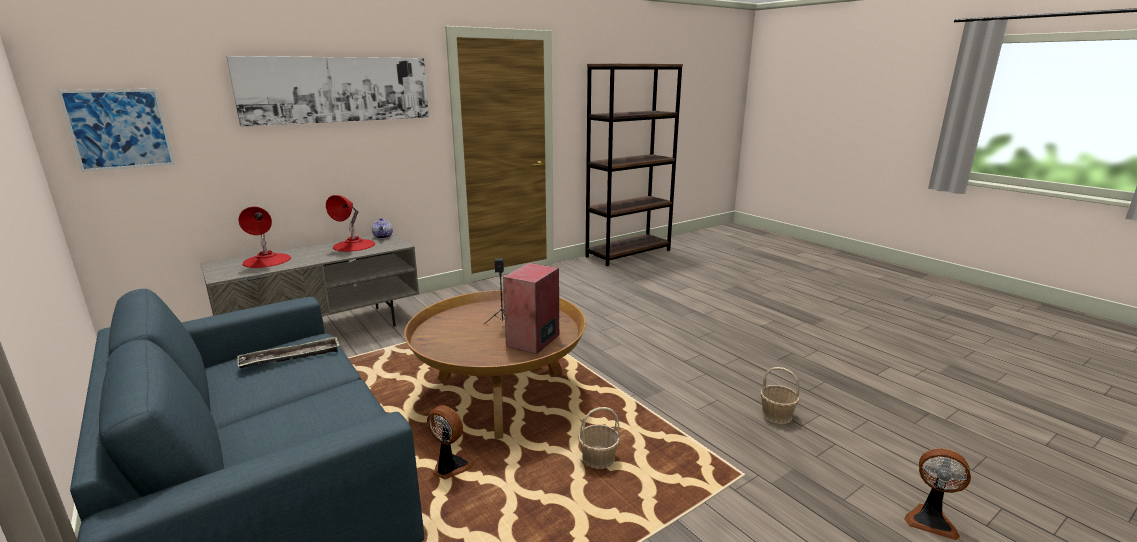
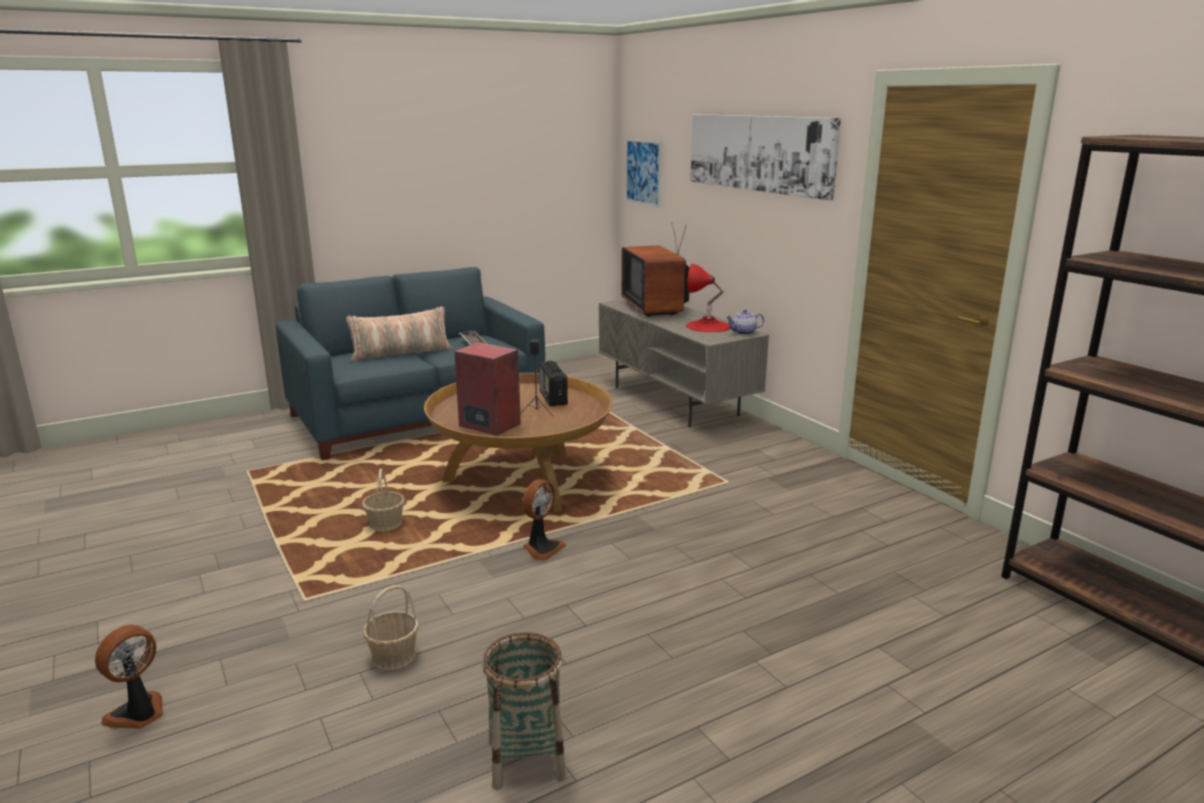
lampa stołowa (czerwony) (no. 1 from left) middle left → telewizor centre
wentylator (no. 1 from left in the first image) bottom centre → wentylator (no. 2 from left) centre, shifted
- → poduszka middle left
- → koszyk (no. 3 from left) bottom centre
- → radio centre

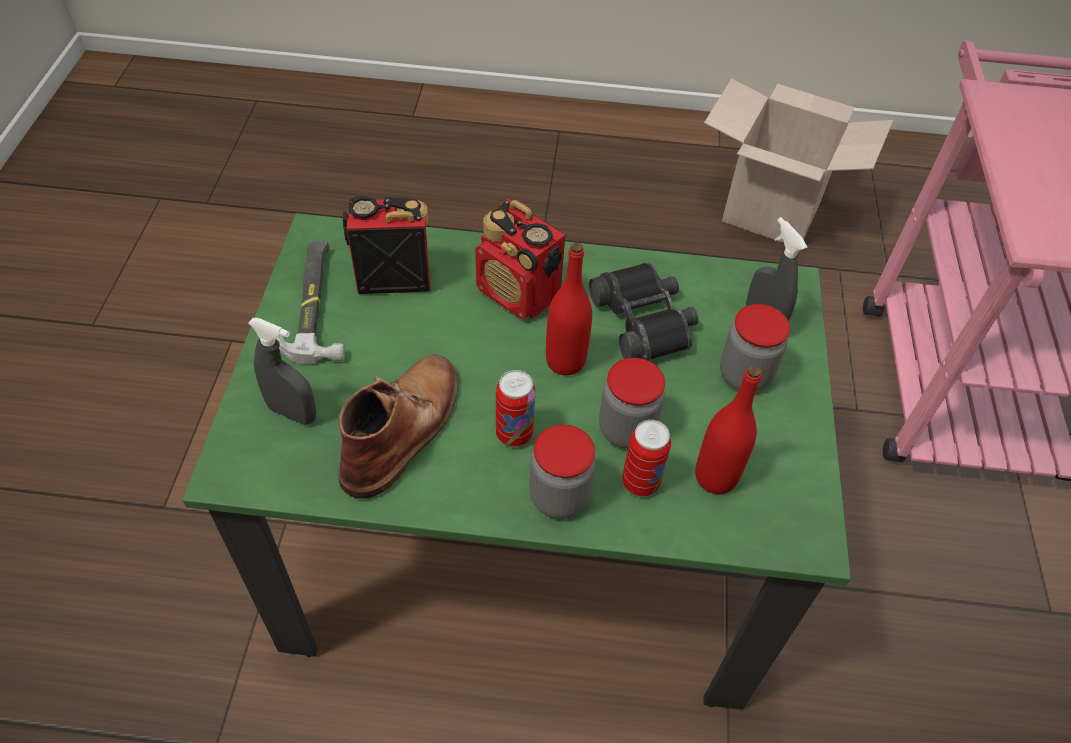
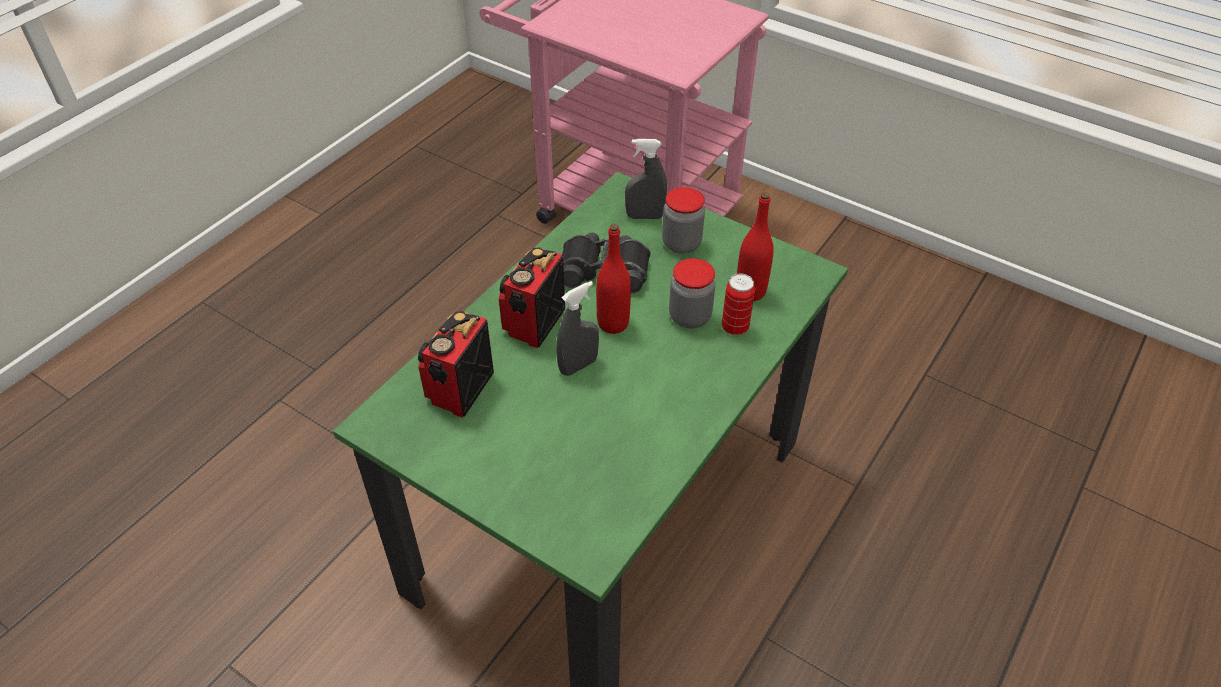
spryskiwacz (szary) (no. 1 from left) middle left → spryskiwacz (szary) (no. 1 from left) centre, shifted
młotek middle left → -
but z cholewką (brązowy) centre → -
radio (no. 2 from left) centre, 135 degrees clockwise
puszka (no. 1 from left) centre → -
słoik (no. 1 from left) centre → -
karton top right → -

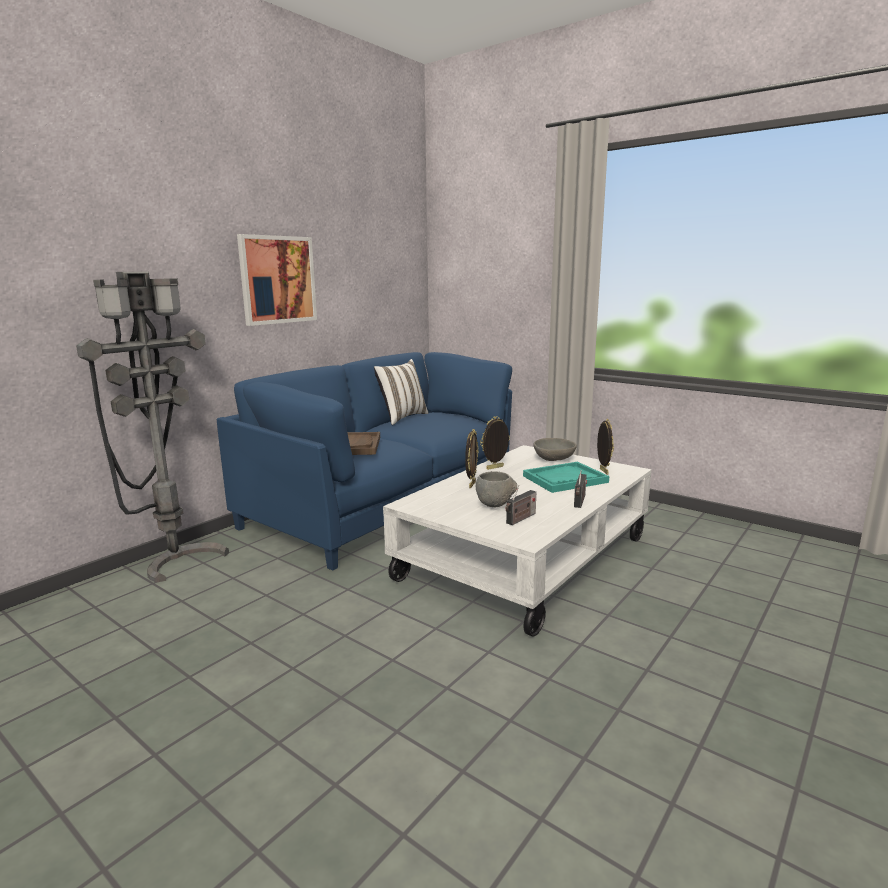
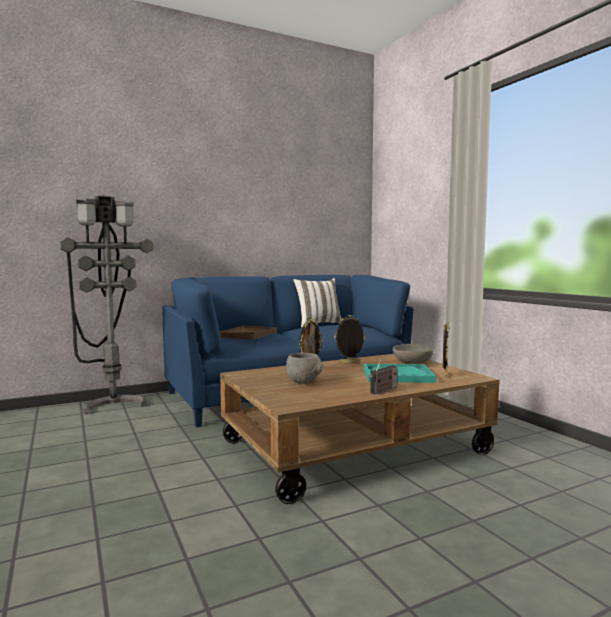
obraz top left → -
ława (biały) centre → ława (brązowy) bottom centre
radio (no. 1 from left) centre → -

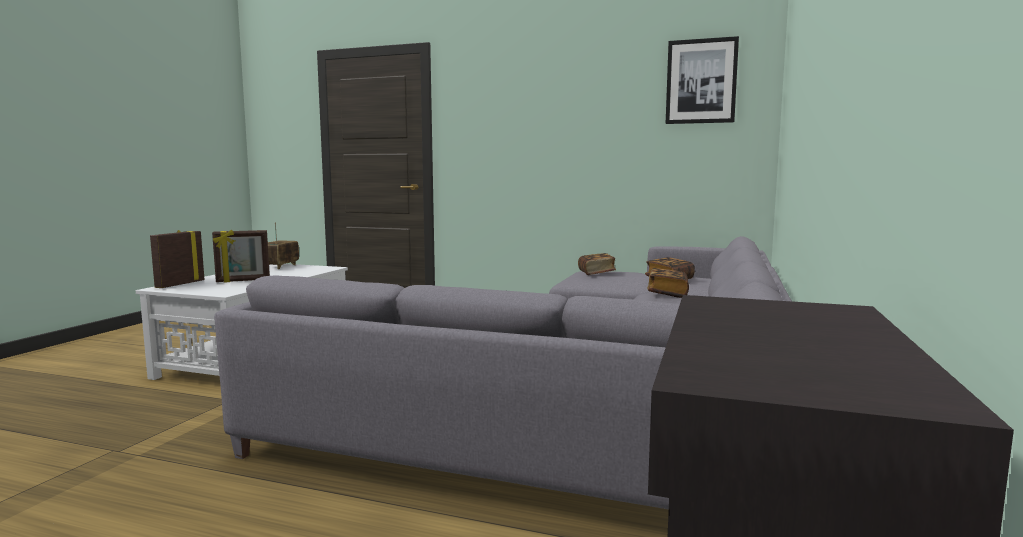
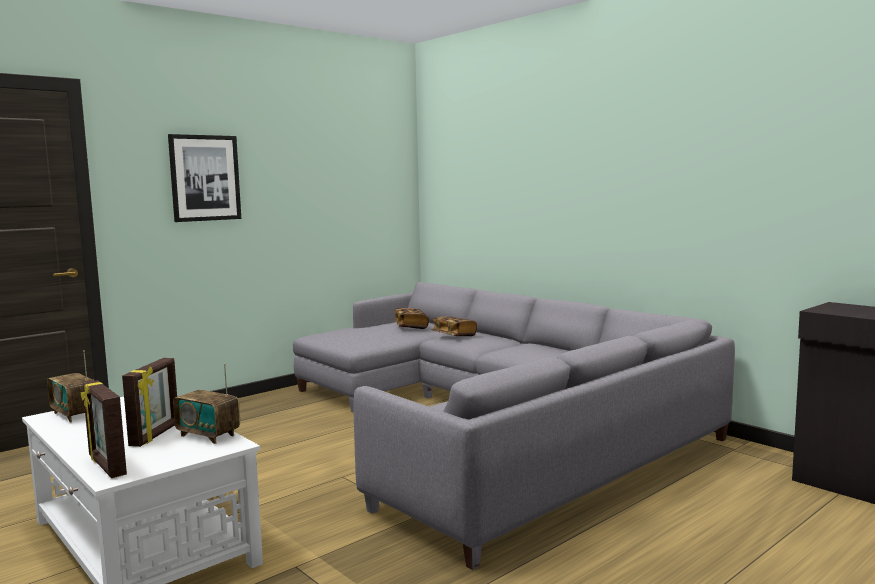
książka (no. 1 from left) centre → -
obraz top right → obraz top left, shifted
- → radio (no. 2 from left) bottom left

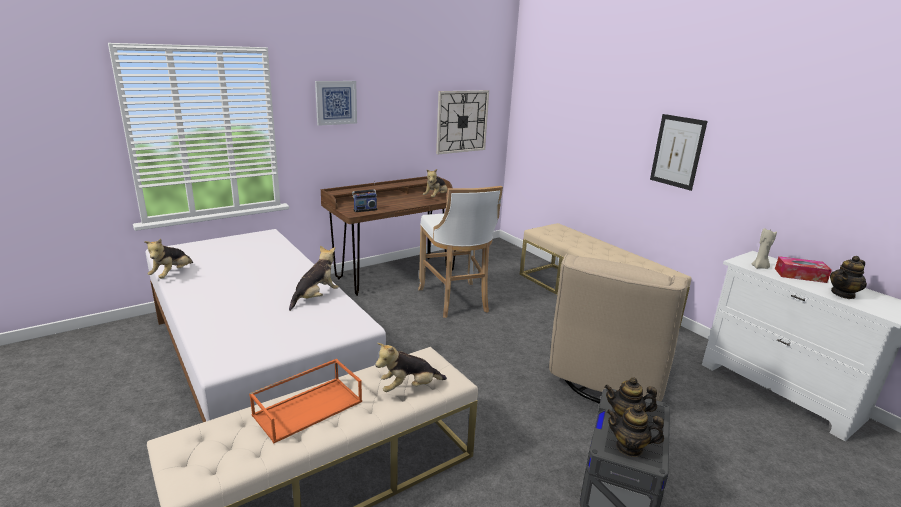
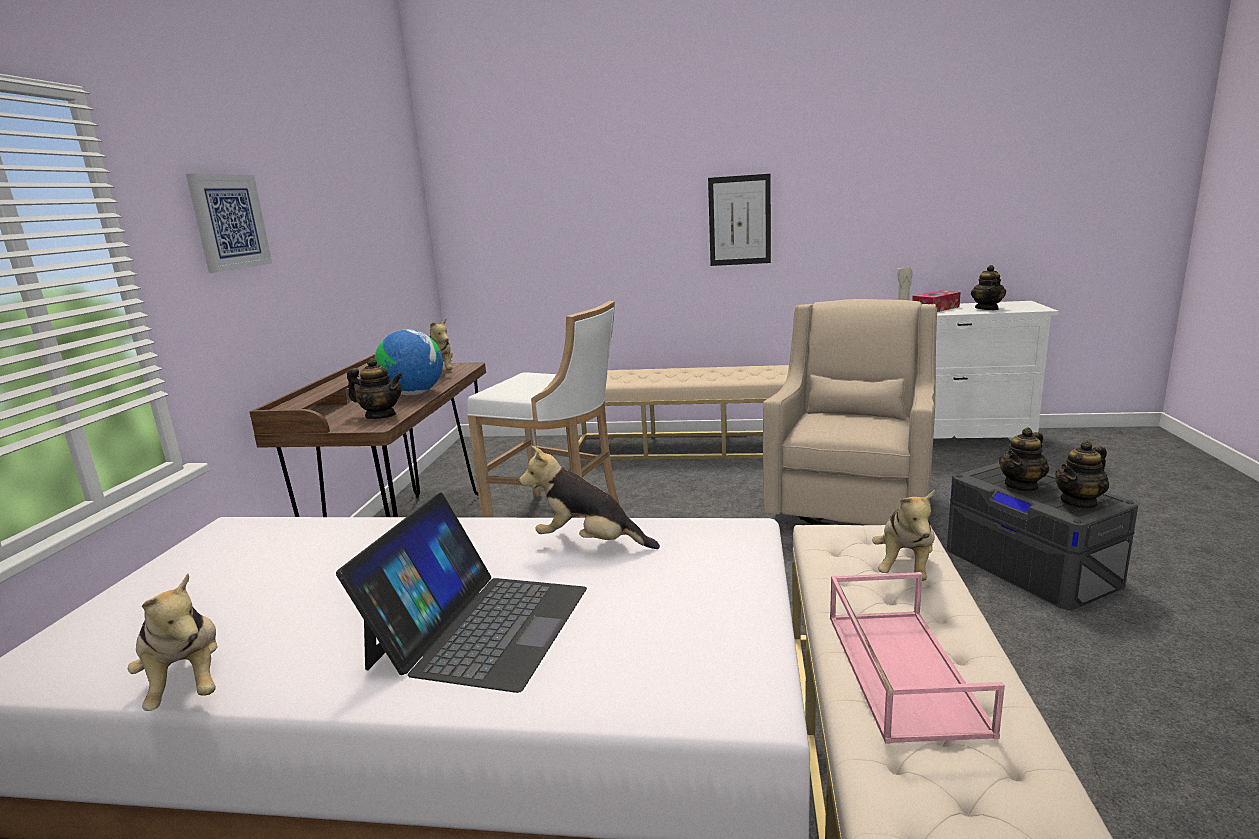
taca (pomarańczowy) bottom centre → taca (różowy) bottom right
pluszak (no. 2 from left in the first image) centre → pluszak (no. 3 from left) centre, 60 degrees counterclockwise
radio centre → imbryk (no. 1 from left) middle left
zegar ścienny top centre → -
fotel (beżowy) middle right, 135 degrees counterclockwise
- → laptop bottom centre
- → globus middle left

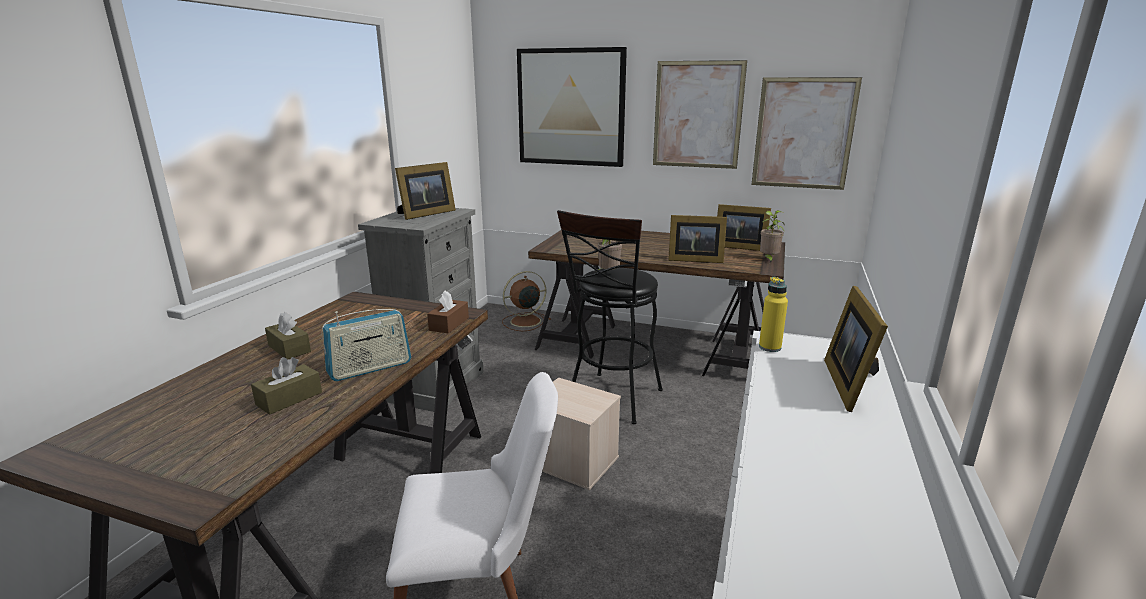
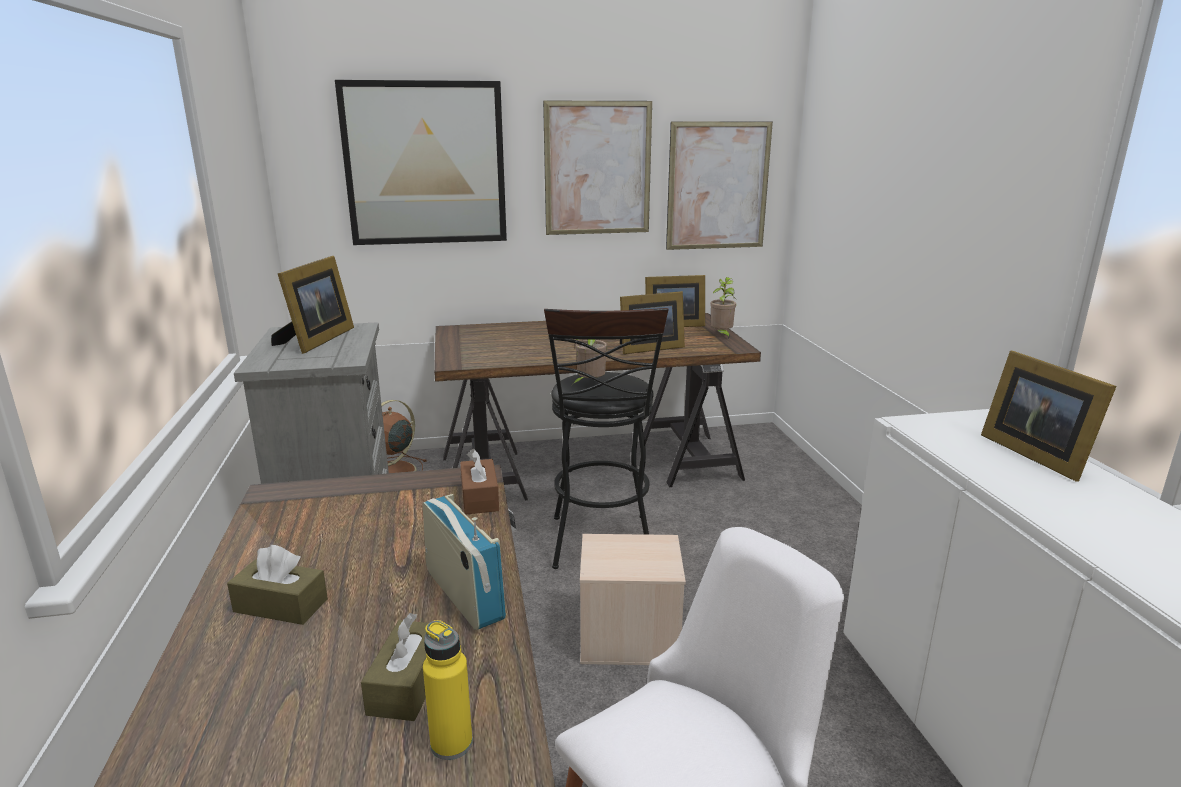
radio middle left → radio bottom centre, 60 degrees counterclockwise
butelka (żółty) middle right → butelka (żółty) bottom centre, shifted

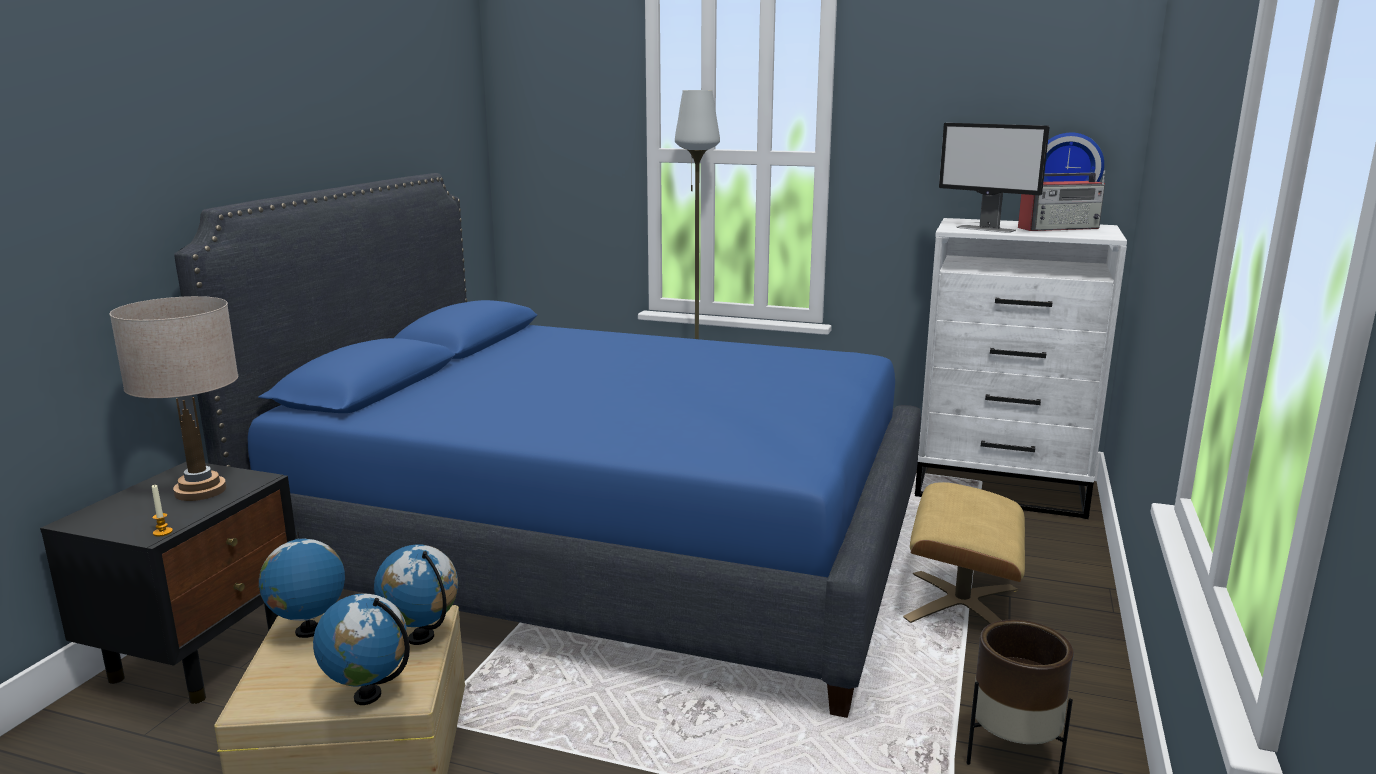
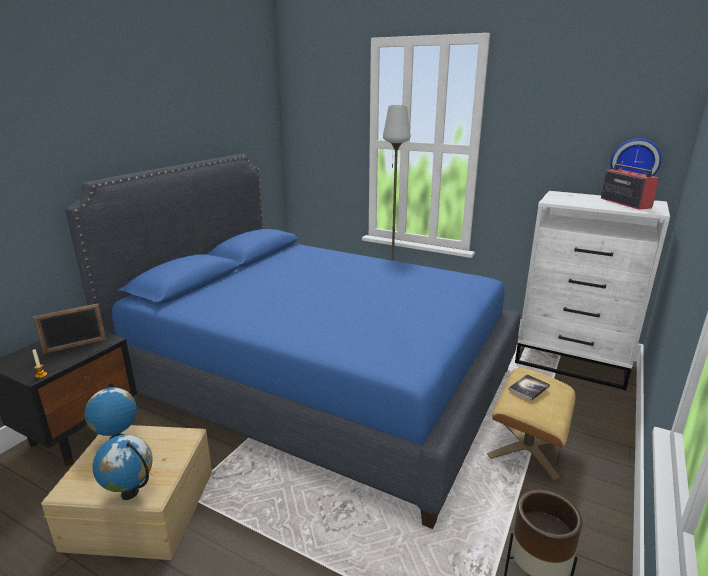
lampa stołowa (beżowy) middle left → ramka na zdjęcie middle left
globus (no. 3 from left) bottom left → -
monitor top right → -
radio top right, 105 degrees counterclockwise
- → książka bottom right

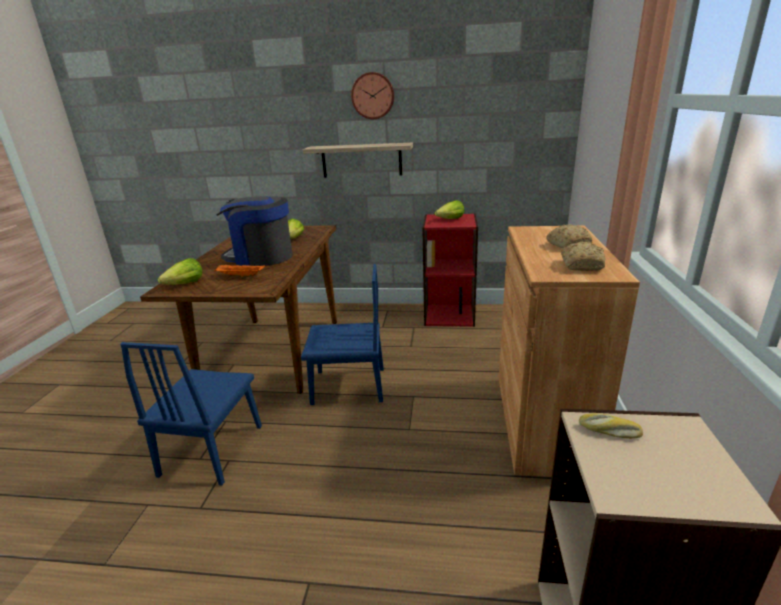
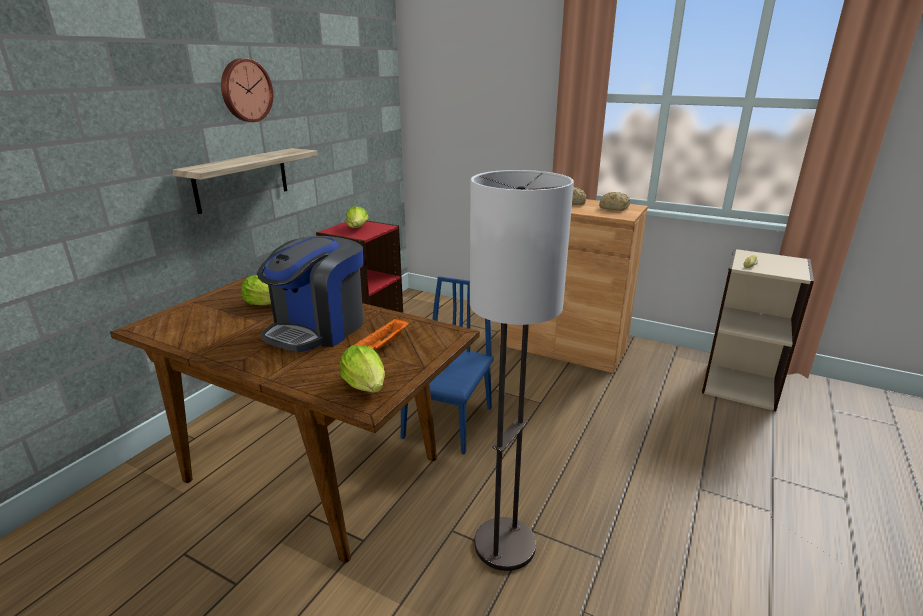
krzesło (niebieski) (no. 1 from left) bottom left → lampa stojąca centre

